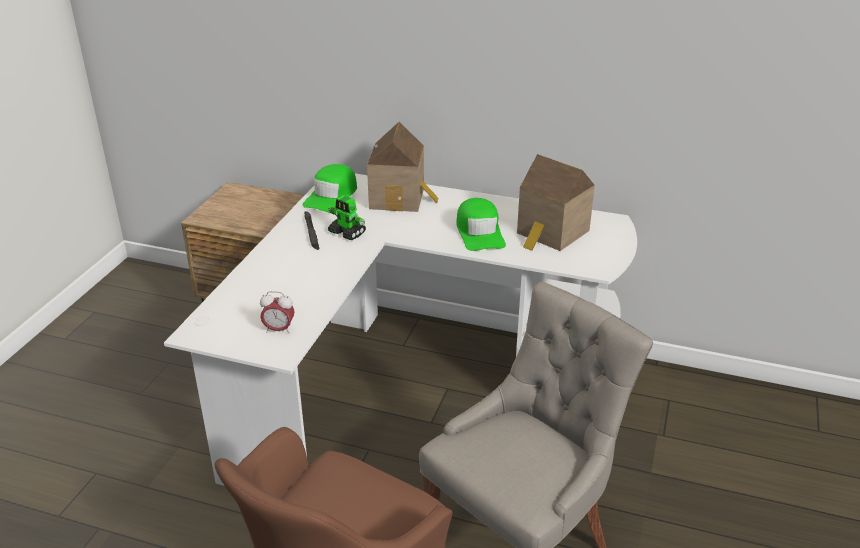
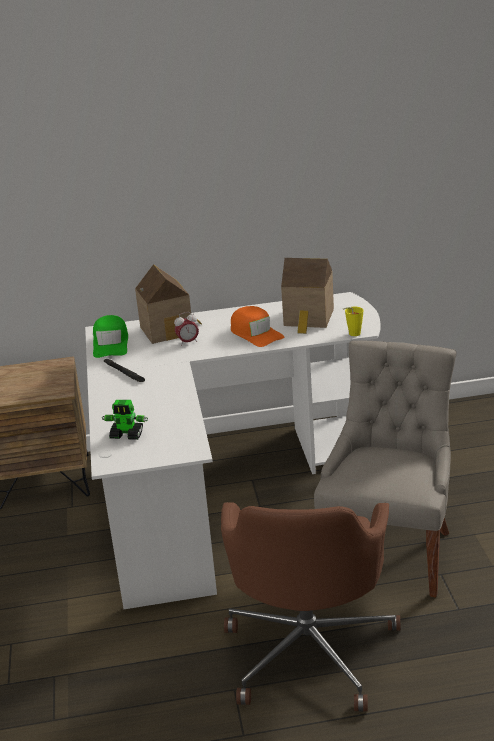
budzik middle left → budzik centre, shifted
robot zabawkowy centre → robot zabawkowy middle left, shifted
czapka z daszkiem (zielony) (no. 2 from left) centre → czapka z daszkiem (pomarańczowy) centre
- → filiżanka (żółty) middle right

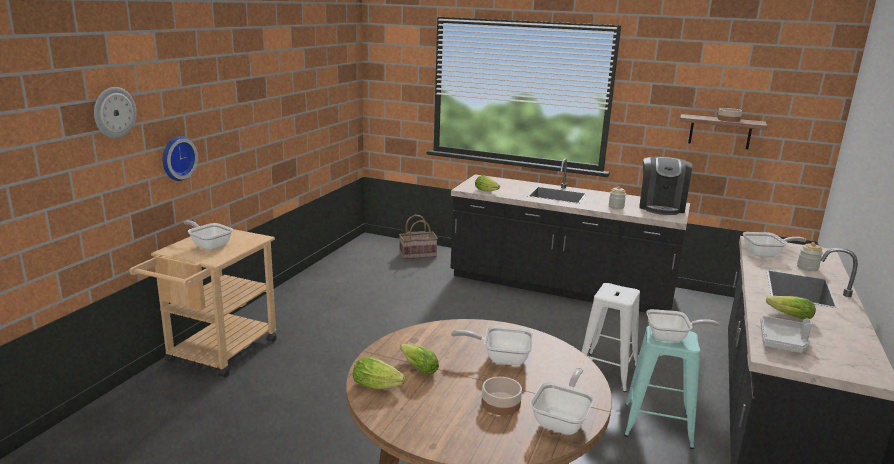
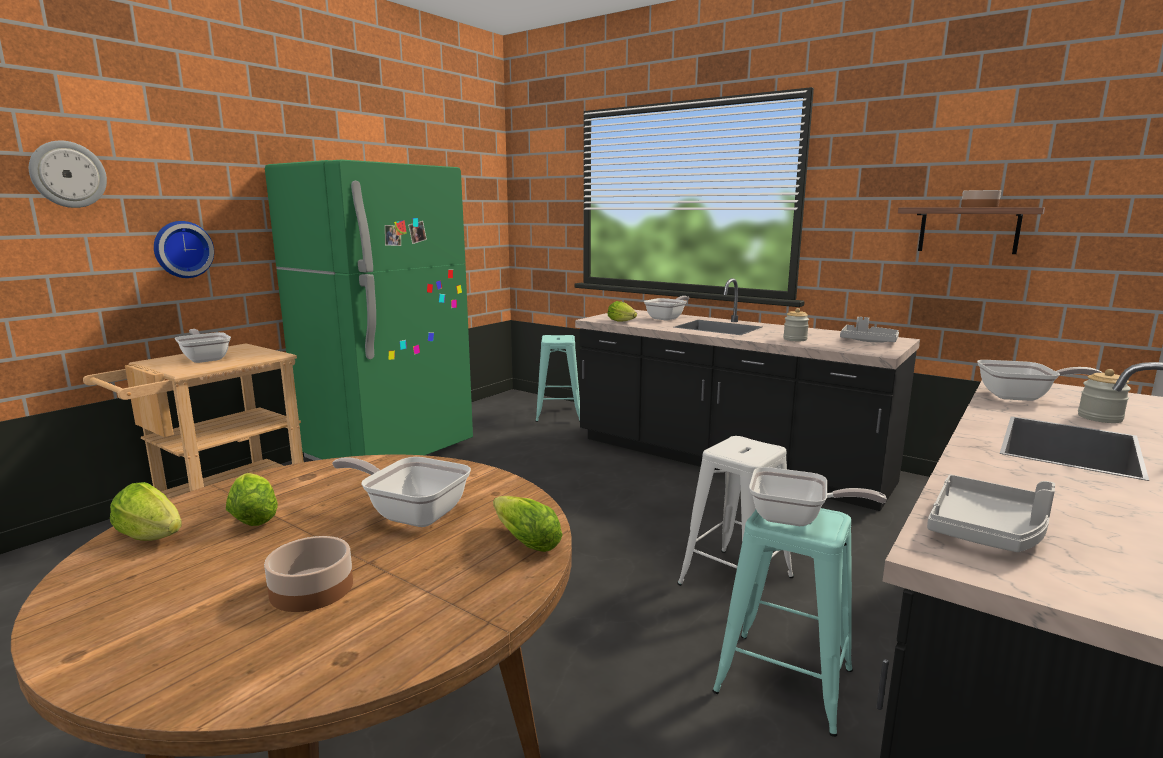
koszyk centre → stołek (turkusowy) (no. 1 from left) centre
patelnia (no. 3 from left) bottom centre → patelnia (no. 3 from left) centre, shifted
ekspres do kawy middle right → taca (szary) (no. 1 from left) middle right
sałata (no. 4 from left in the first image) middle right → sałata (no. 3 from left) bottom centre, shifted
- → lodówka (zielony) middle left

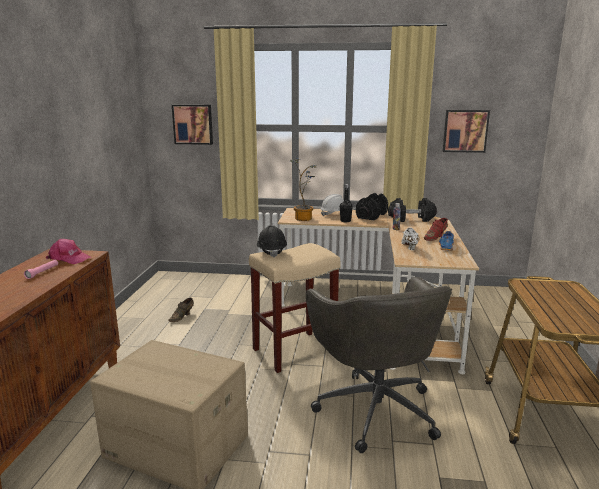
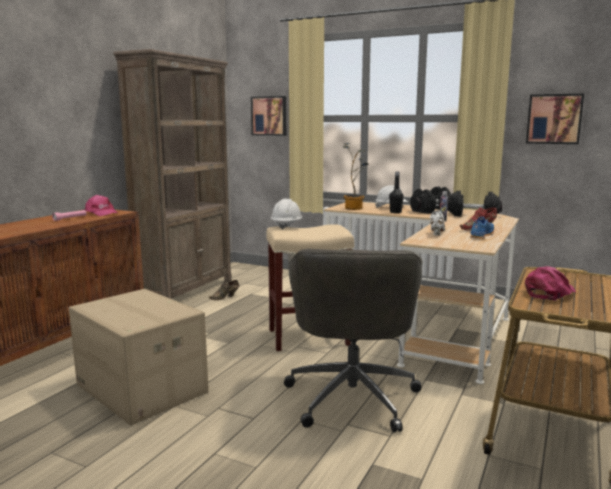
kask (czarny) centre → kask (biały) (no. 1 from left) centre
- → regał (brązowy) middle left
- → czapka z daszkiem (różowy) (no. 2 from left) middle right

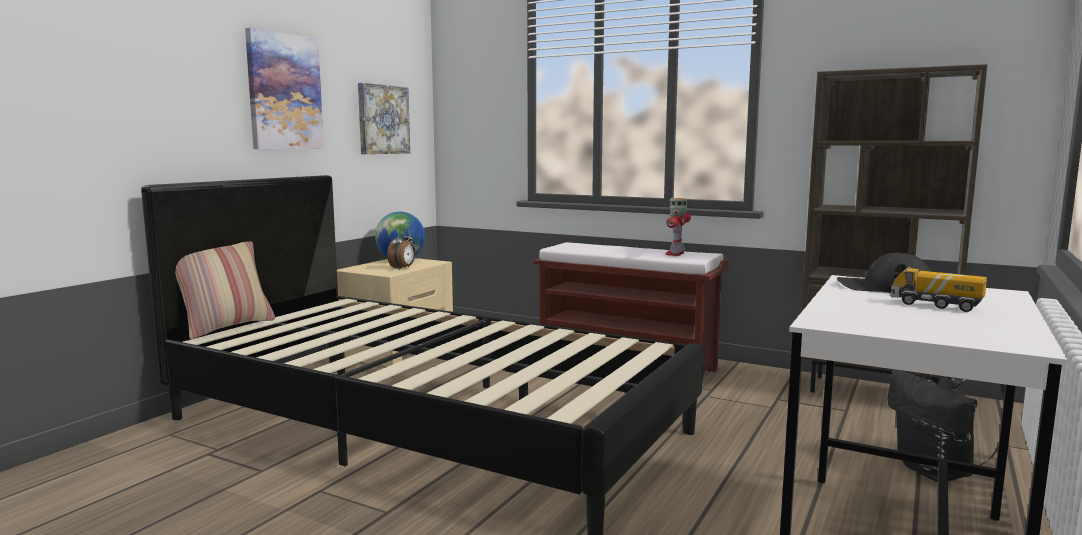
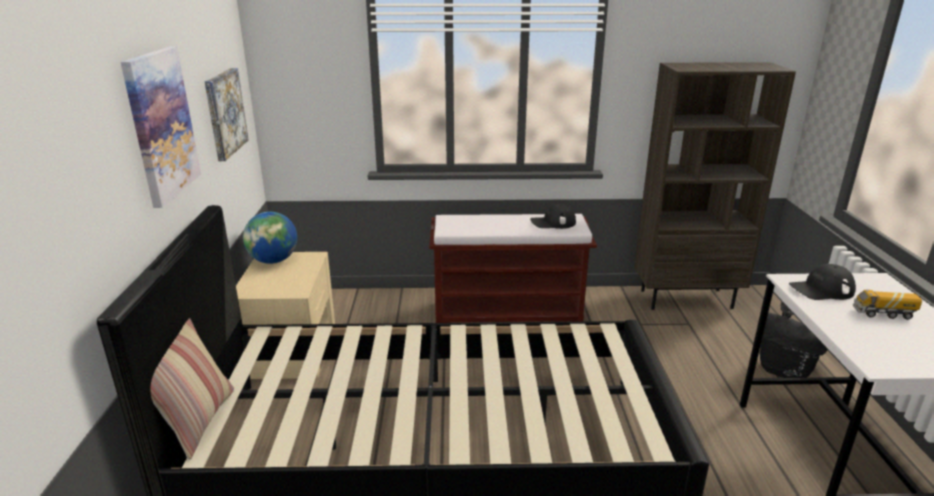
budzik centre → -
robot zabawkowy centre → czapka z daszkiem (czarny) (no. 1 from left) centre

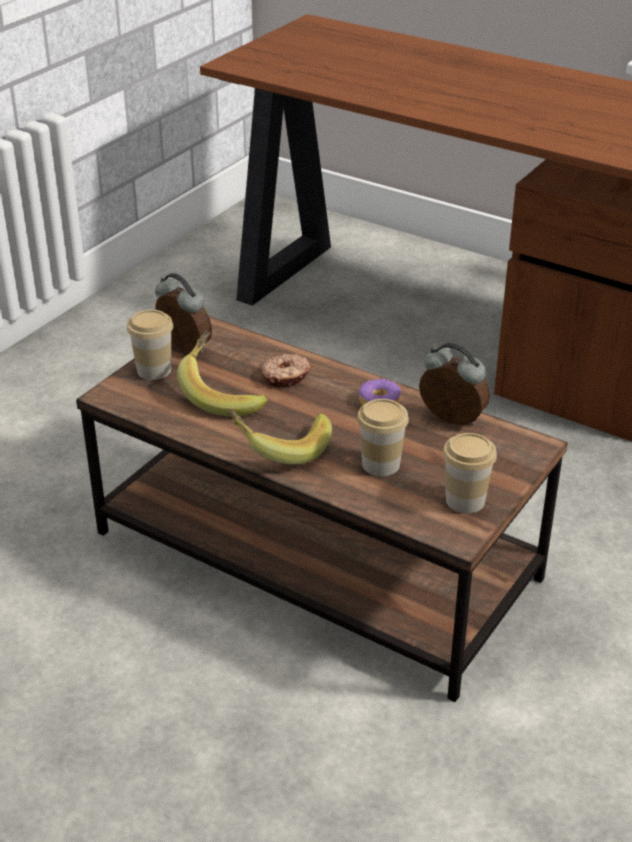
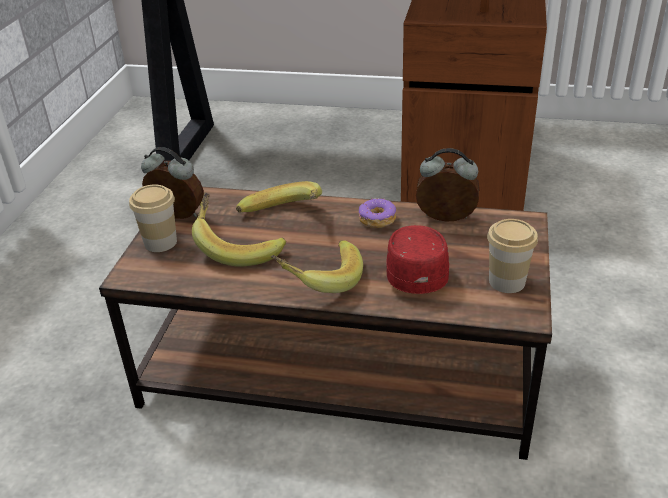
donut (no. 1 from left) centre → banan (no. 2 from left) centre
filiżanka (no. 2 from left) centre → czapka z daszkiem (czerwony) centre

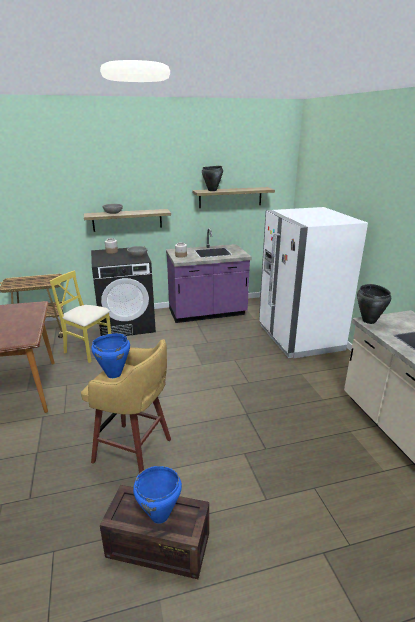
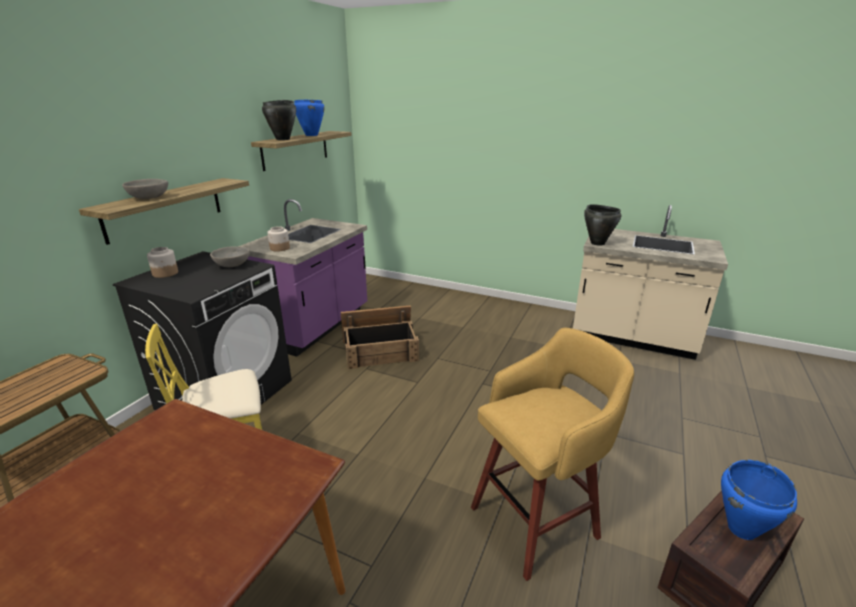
garnek (niebieski) (no. 1 from left) middle left → garnek (niebieski) (no. 1 from left) top centre, shifted
lodówka (biały) middle right → -
- → skrzynka (no. 1 from left) centre

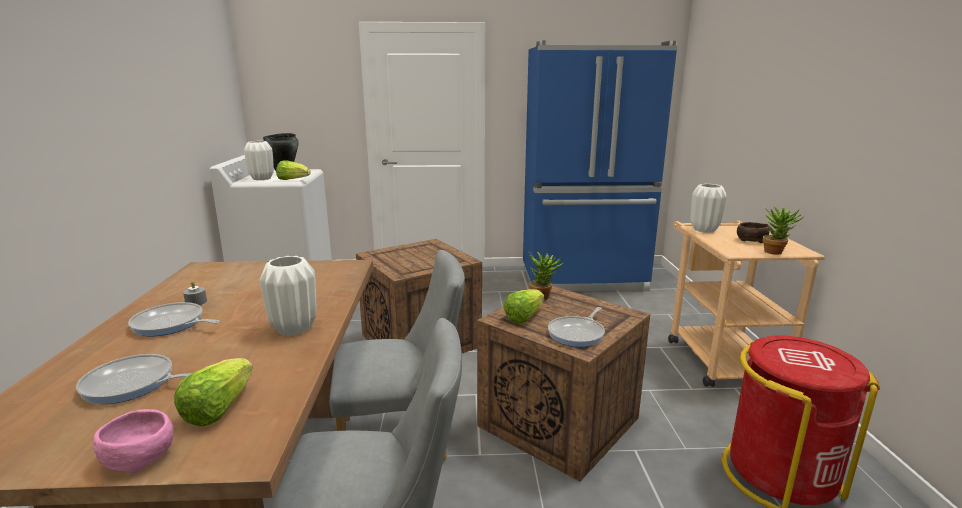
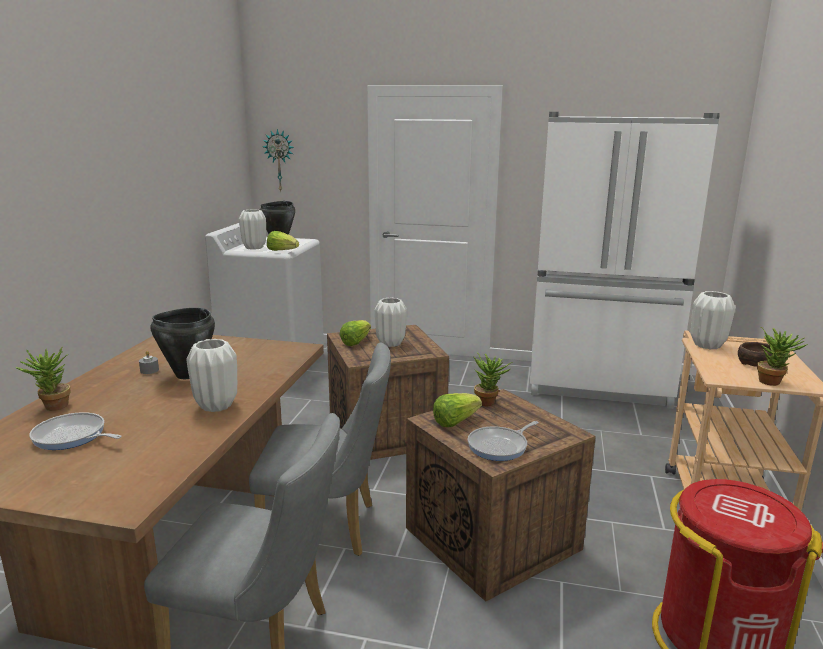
miska (różowy) bottom left → -
patelnia (no. 2 from left) middle left → -
sałata (no. 1 from left in the first image) bottom left → sałata (no. 2 from left) centre, shifted
lodówka (niebieski) top centre → lodówka (biały) middle right
- → roślina doniczkowa (no. 1 from left) middle left
- → garnek (czarny) (no. 1 from left) middle left
- → zegar ścienny top centre
- → wazon (biały) (no. 3 from left) centre

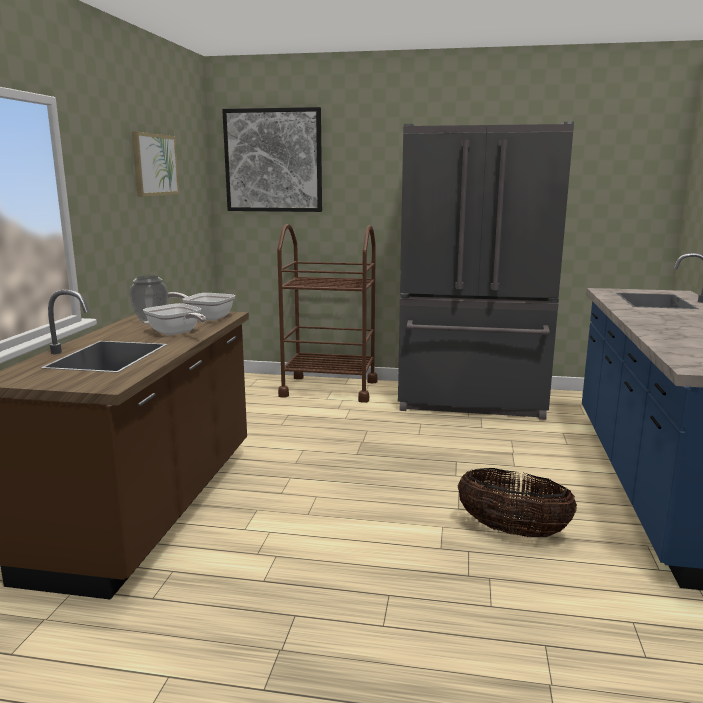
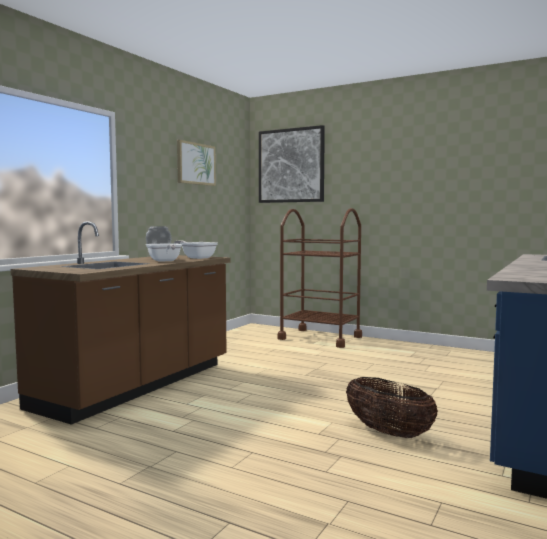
lodówka (szary) middle right → -

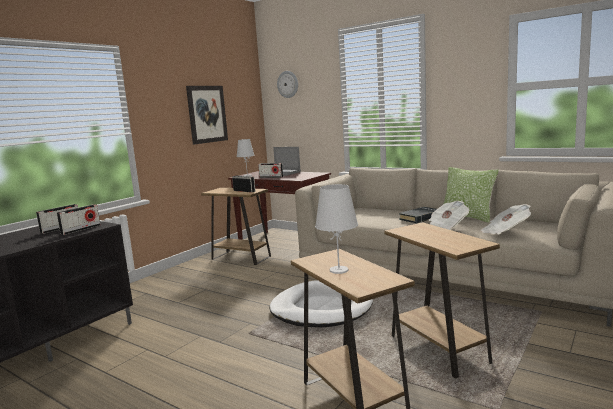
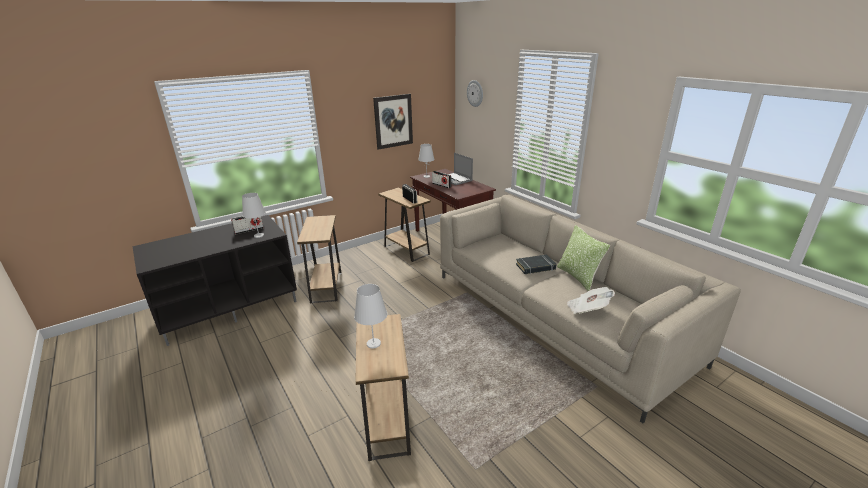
radio (no. 2 from left) middle left → lampa stołowa (biały) (no. 1 from left) middle left
legowisko (biały) bottom centre → -
stolik (brązowy) (no. 3 from left in the first image) bottom right → stolik (brązowy) (no. 1 from left) centre, shifted
gazeta (no. 1 from left) middle right → -

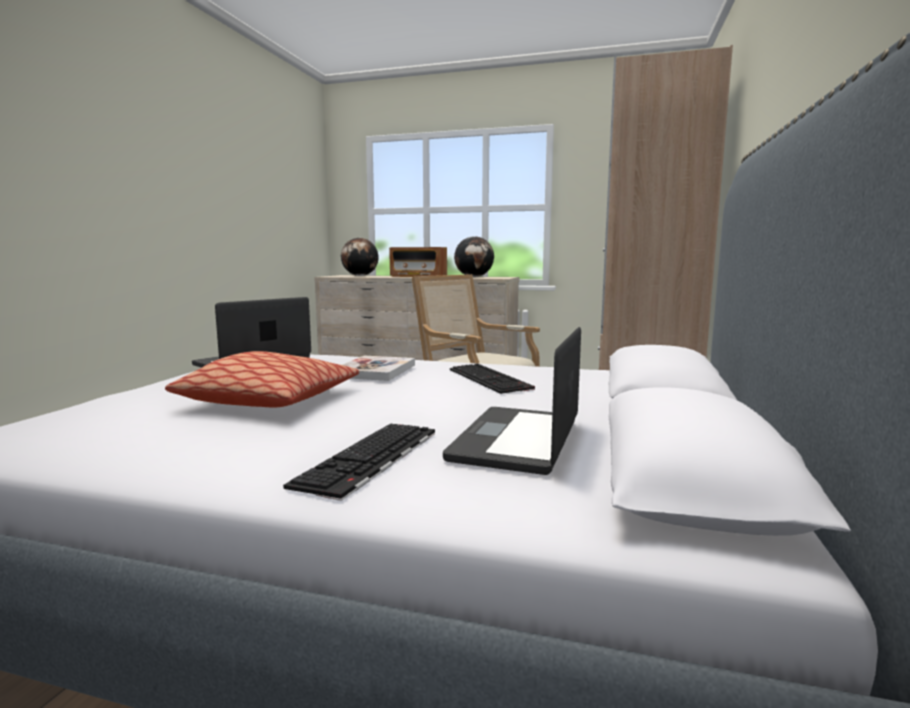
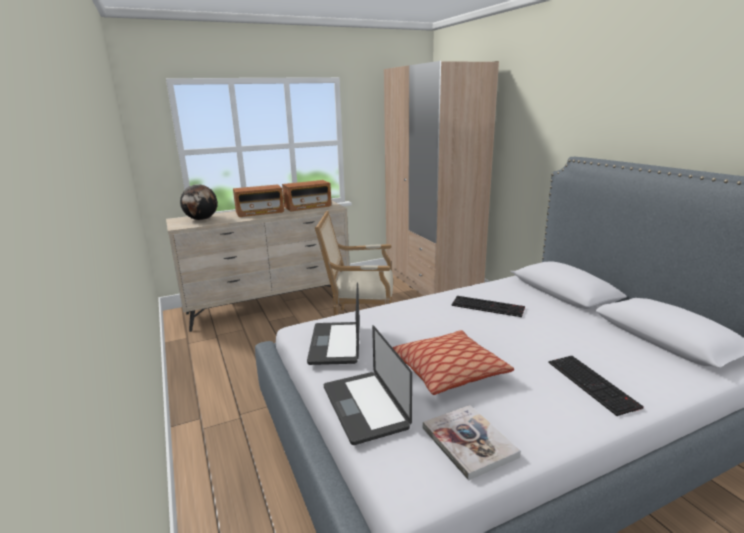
książka centre → książka bottom centre, shifted
laptop (no. 2 from left) centre → laptop (no. 2 from left) bottom centre, shifted
globus (no. 2 from left) centre → radio (no. 2 from left) centre

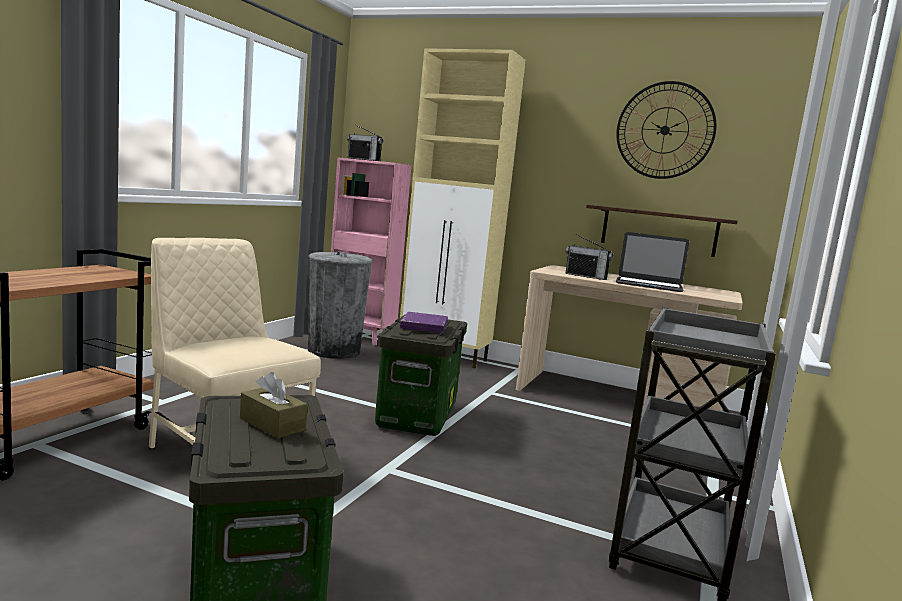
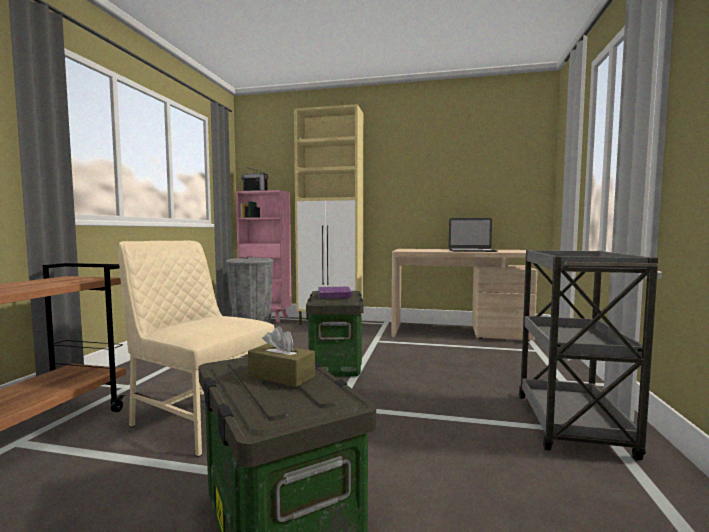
radio (no. 2 from left) centre → -
półka middle right → -
zegar ścienny top right → -

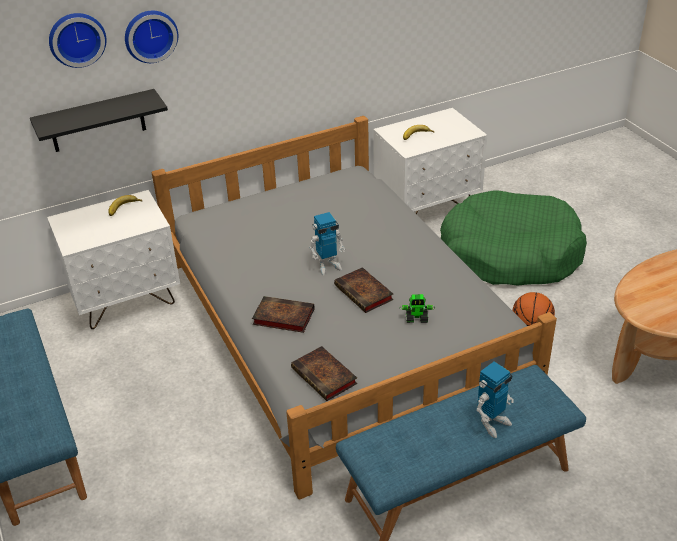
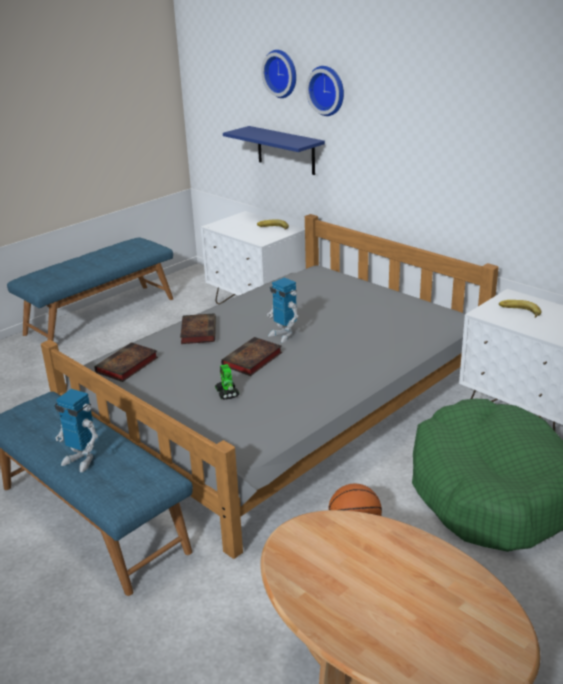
półka (czarny) top left → półka (niebieski) top centre

